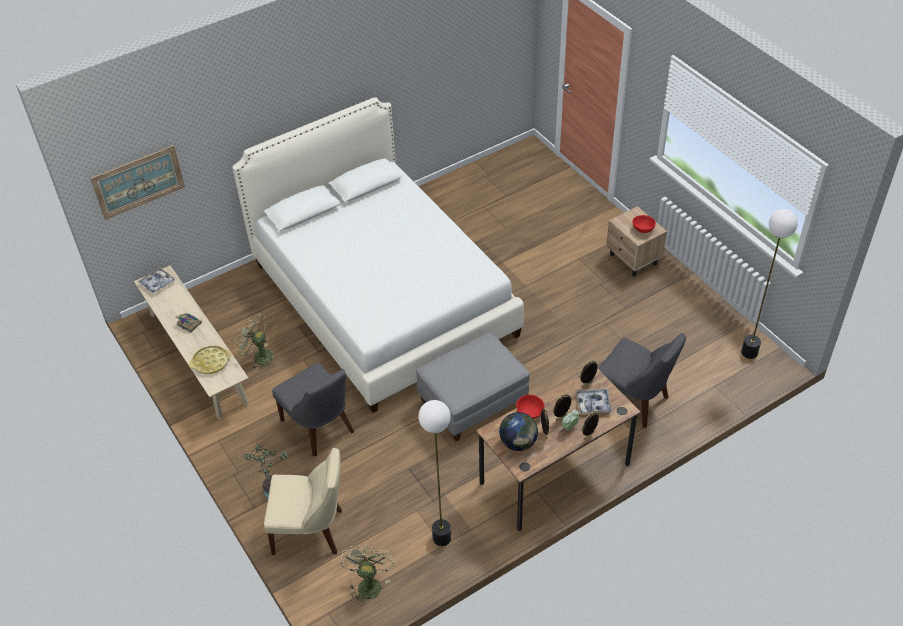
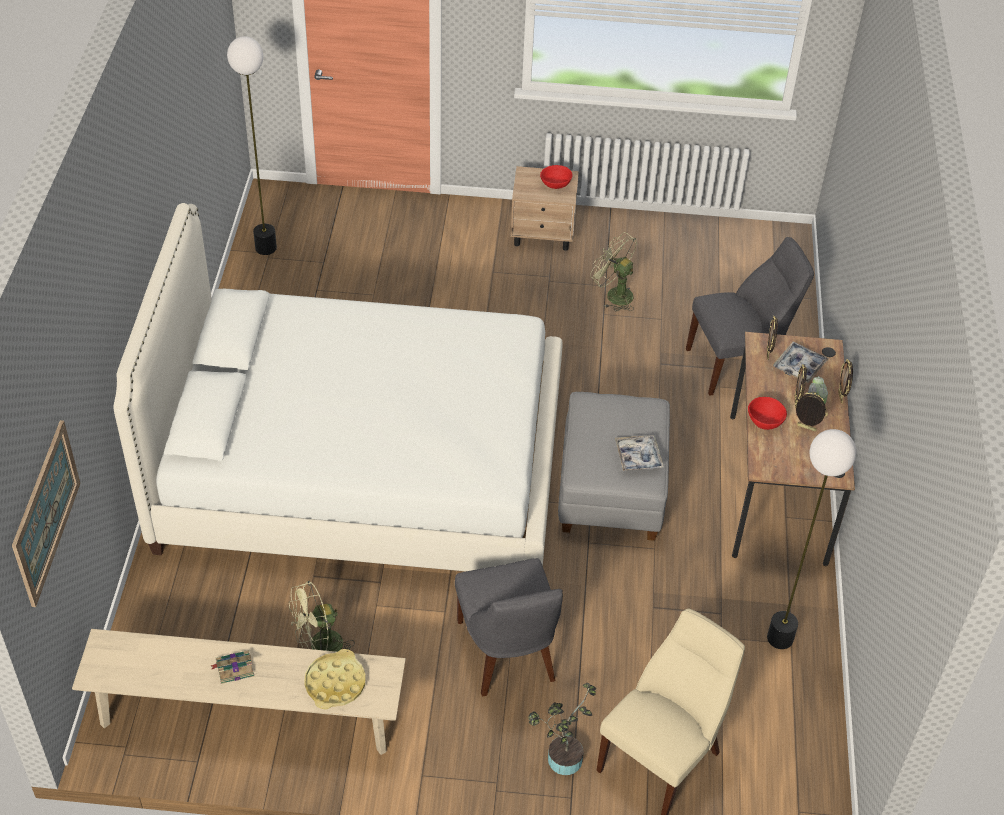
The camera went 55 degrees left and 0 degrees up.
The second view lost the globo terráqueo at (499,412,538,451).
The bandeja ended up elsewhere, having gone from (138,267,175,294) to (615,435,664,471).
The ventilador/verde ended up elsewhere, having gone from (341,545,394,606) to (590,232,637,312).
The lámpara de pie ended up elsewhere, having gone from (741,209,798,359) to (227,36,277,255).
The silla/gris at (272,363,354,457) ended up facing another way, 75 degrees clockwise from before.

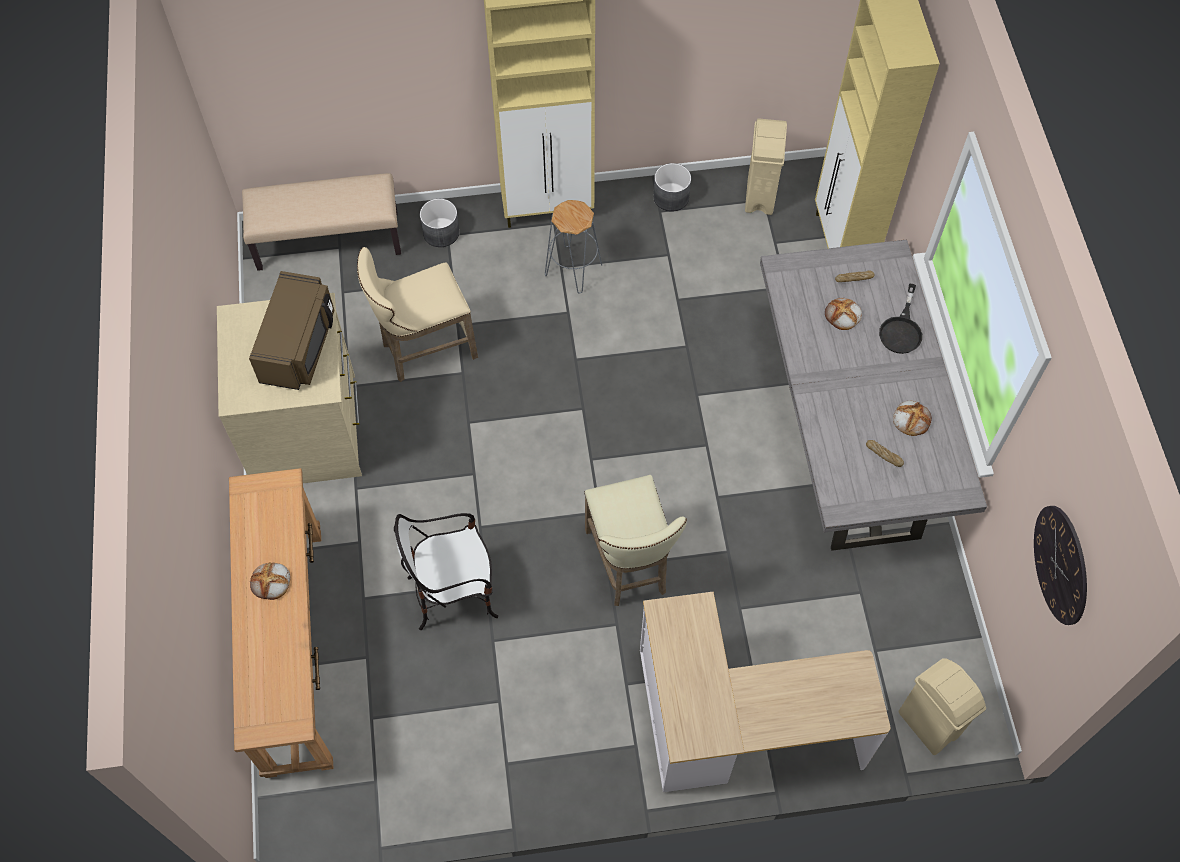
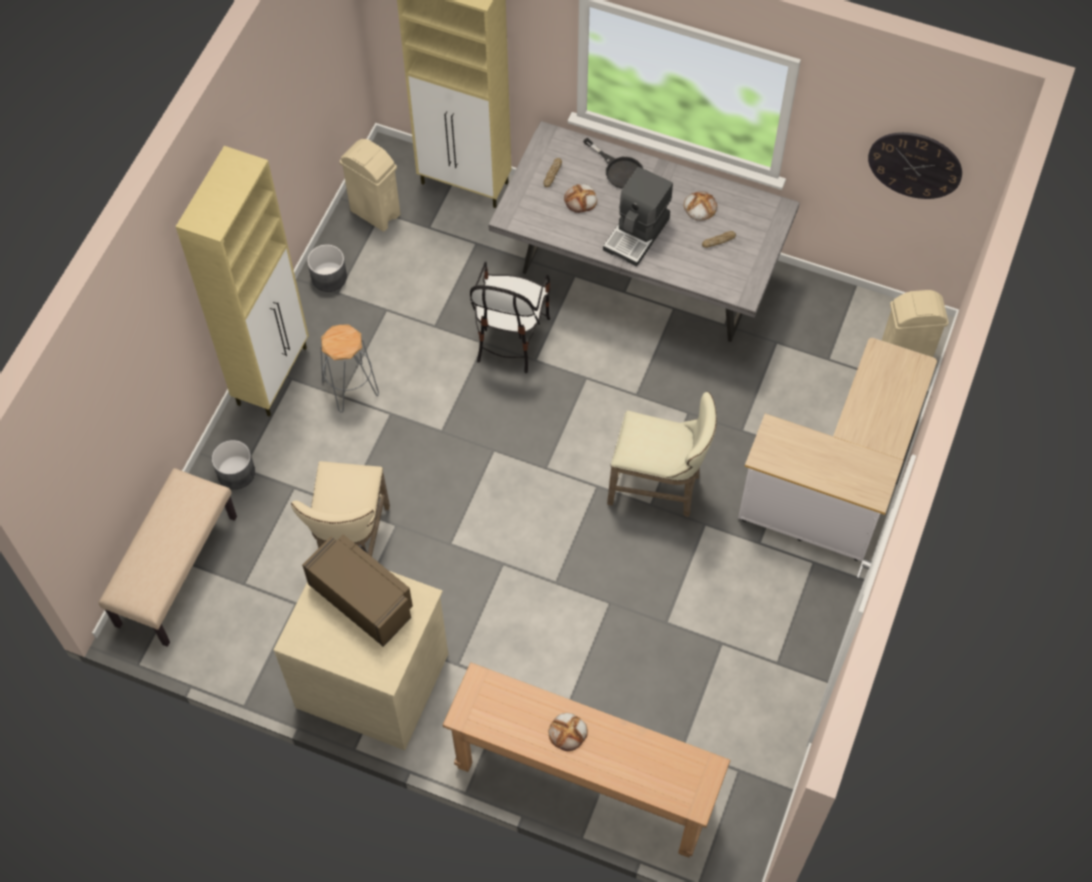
The camera went 60 degrees left and 0 degrees up.
The second view gained the cafetera at (603,167,673,267).
The silla ended up elsewhere, having gone from (394,513,498,630) to (470,262,550,373).

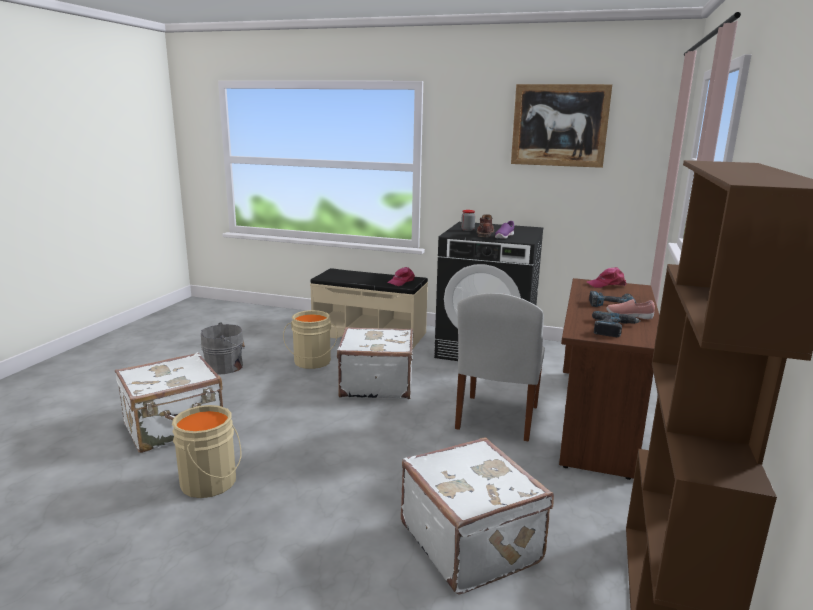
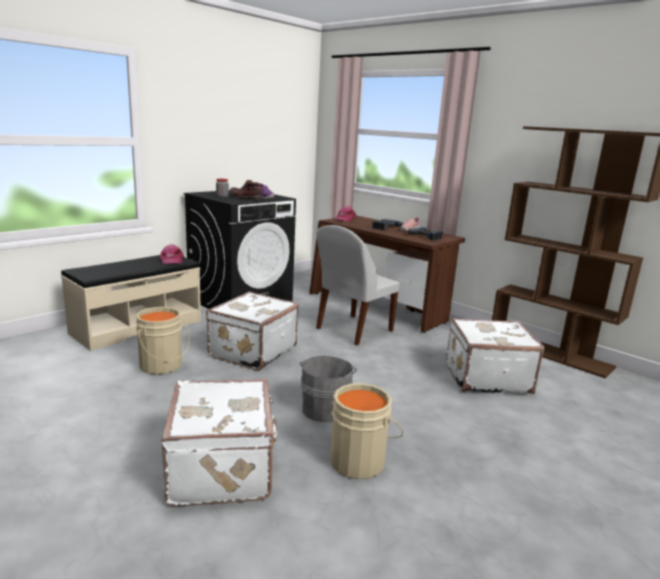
The camera went 65 degrees left and 0 degrees up.
The second view lost the cuadro at (511,84,612,168).
The cubo/gris ended up elsewhere, having gone from (201,322,245,375) to (300,356,356,422).
The silla/blanco at (455,293,545,442) ended up facing another way, 90 degrees clockwise from before.

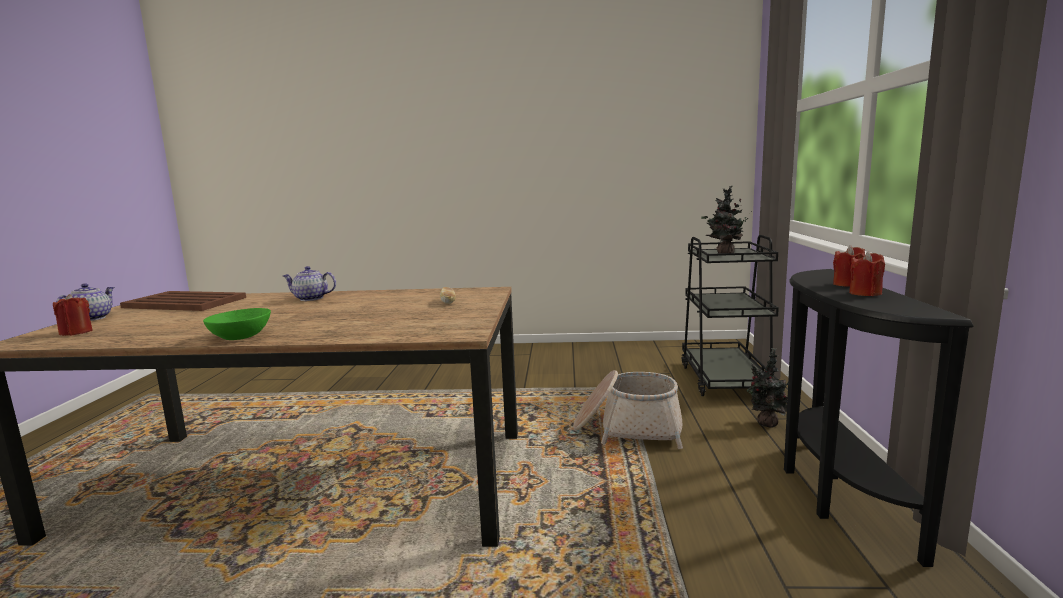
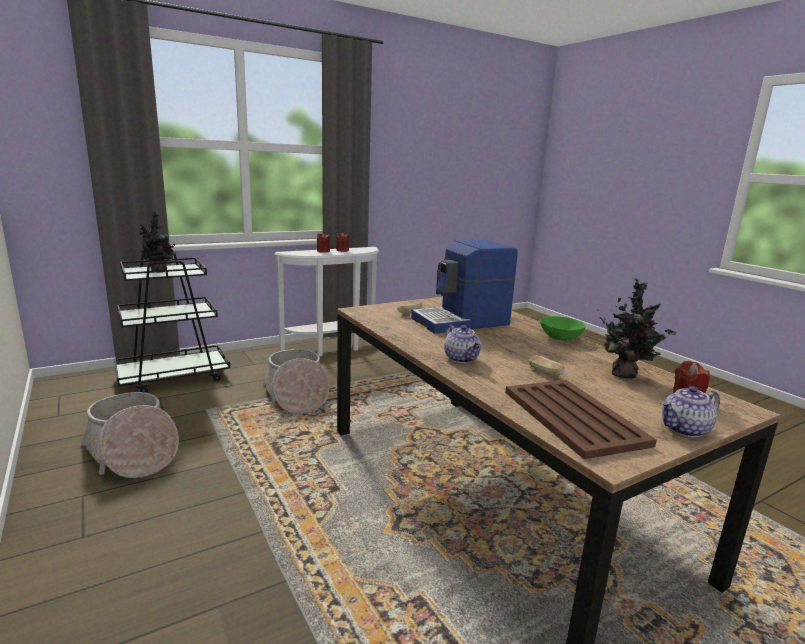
The camera went 125 degrees left and 5 degrees up.
The second view gained the cesta at (81,392,179,478).
The second view gained the cafetera at (411,240,518,334).
The second view gained the pan at (528,355,565,376).
The planta en maceta ended up elsewhere, having gone from (747,348,788,428) to (598,278,677,379).
What was the mesa consola/negro at (784,269,974,567) turned into the mesa consola/blanco at (274,247,379,356).

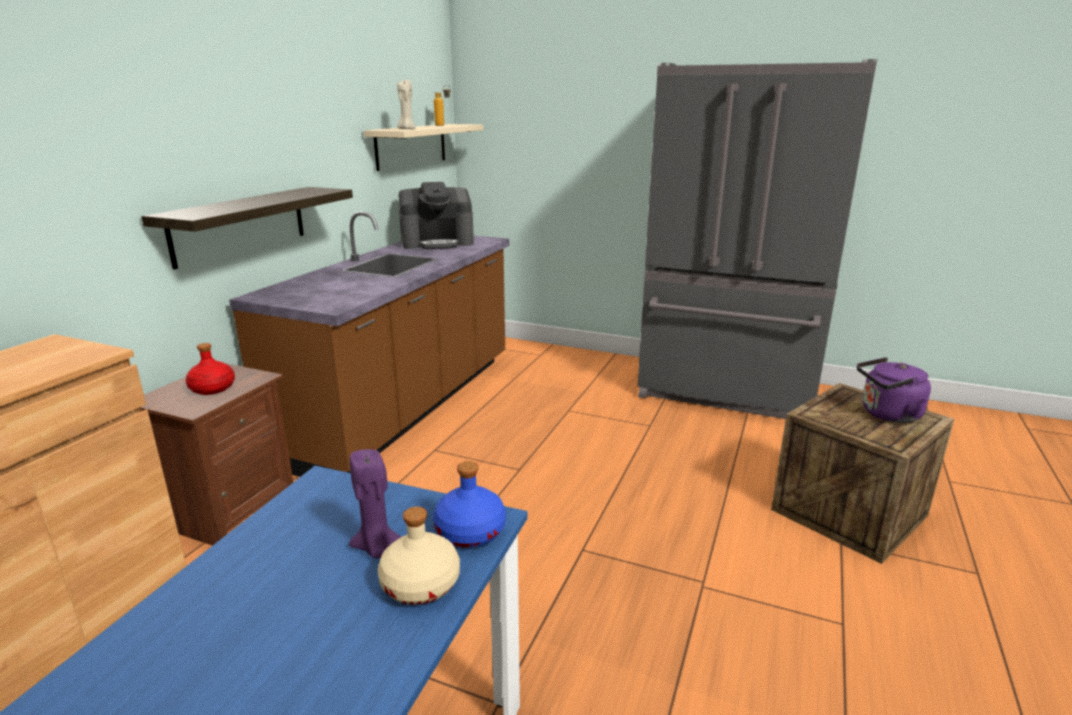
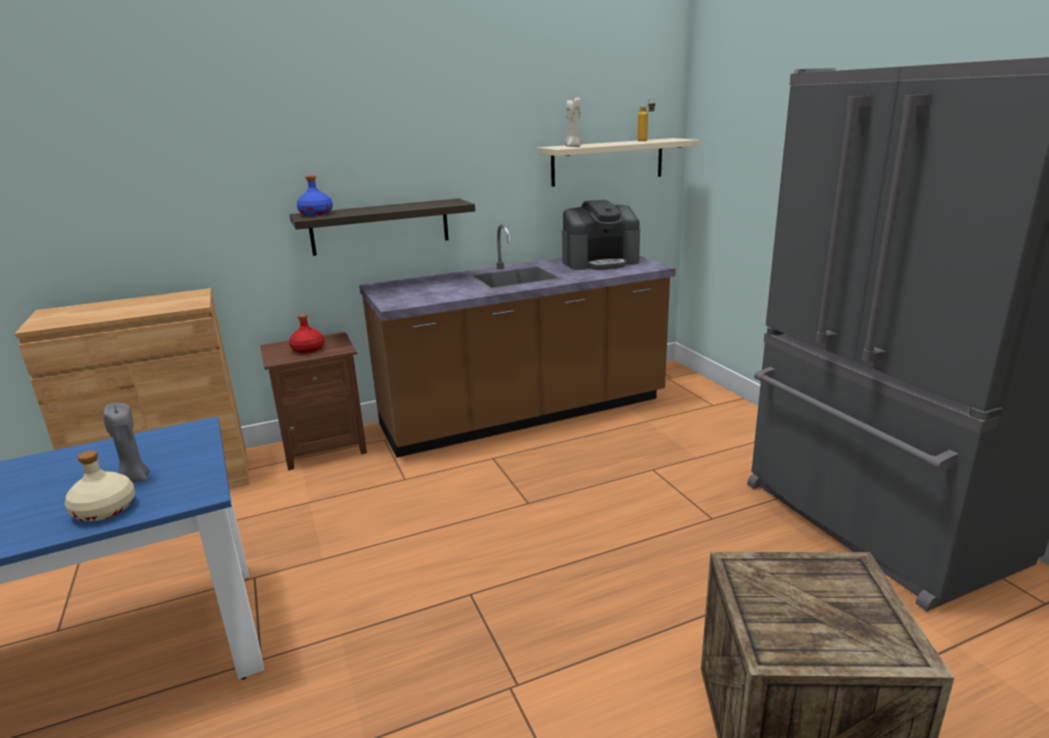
The camera went 45 degrees right and 0 degrees up.
The second view lost the hervidor/morado at (857,357,931,423).
The botella/azul ended up elsewhere, having gone from (433,461,506,547) to (297,175,333,216).
What was the vela/morado at (349,449,401,558) turned into the vela/gris at (103,403,150,482).
The cafetera at (399,182,474,249) ended up facing another way, 45 degrees counterclockwise from before.

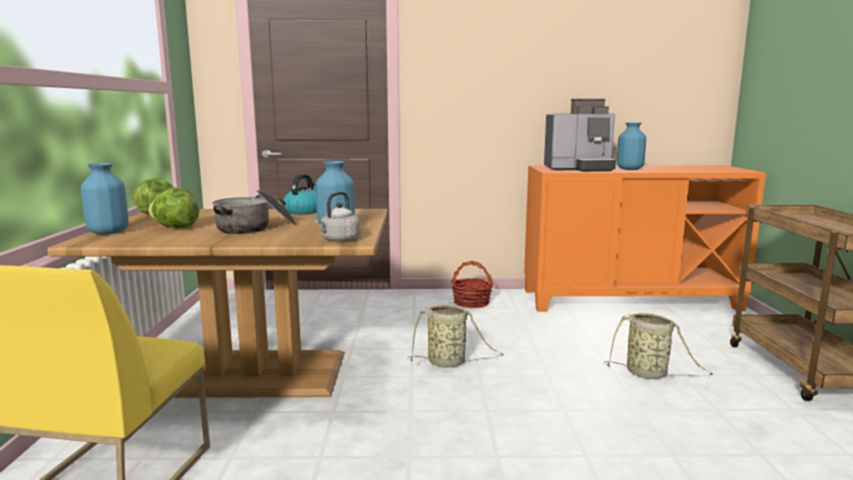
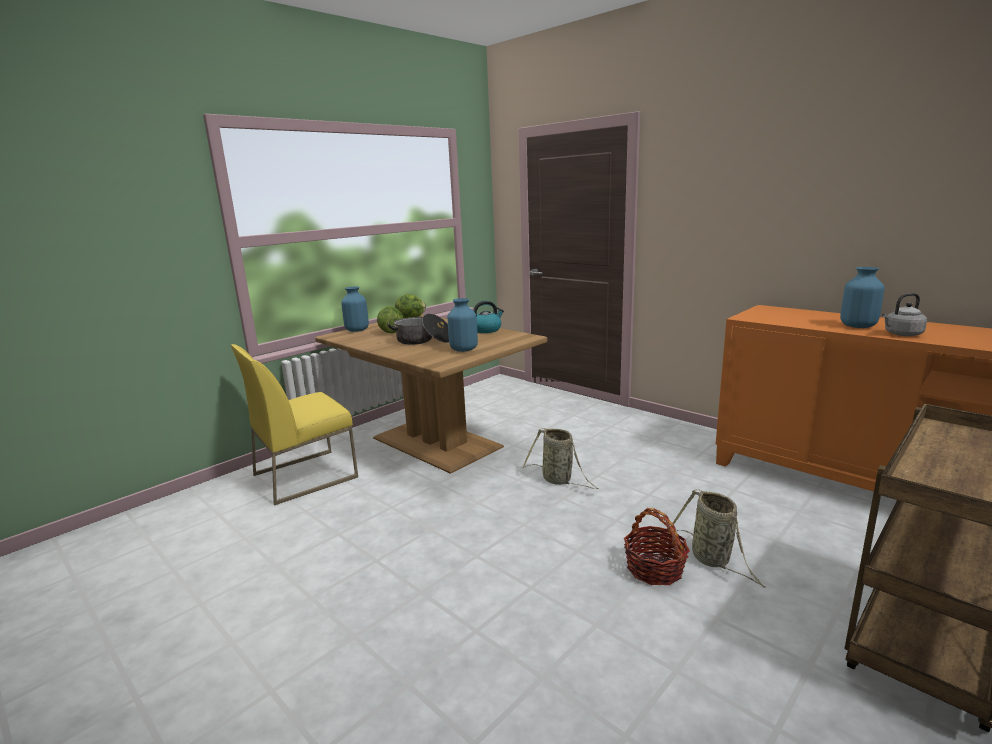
The camera went 45 degrees right and 5 degrees up.
The second view lost the cafetera at (544,99,616,172).
The hervidor/gris ended up elsewhere, having gone from (315,192,360,242) to (882,293,927,336).
The cesta ended up elsewhere, having gone from (451,261,493,308) to (624,508,690,585).

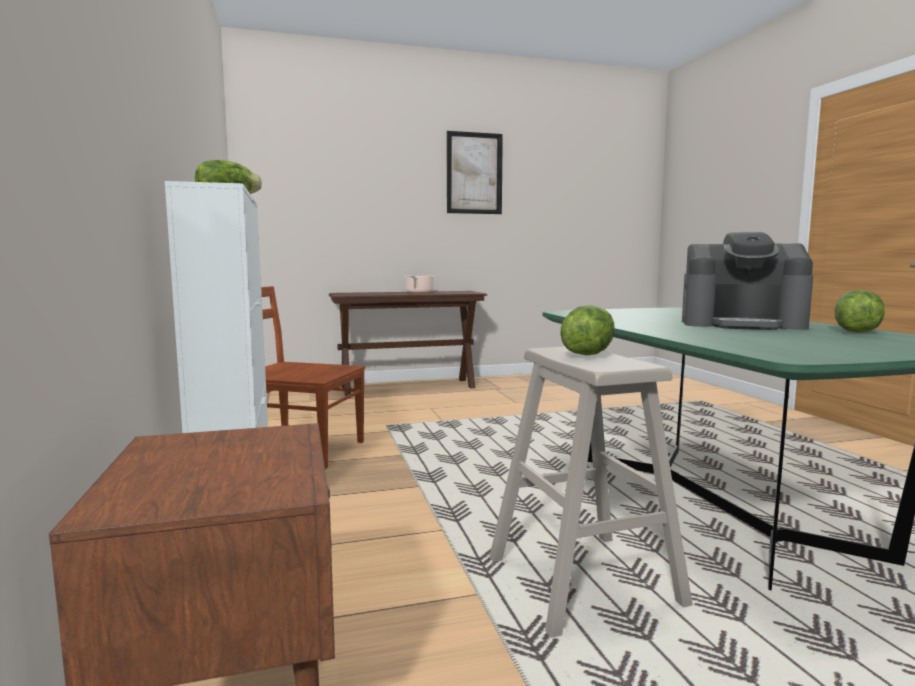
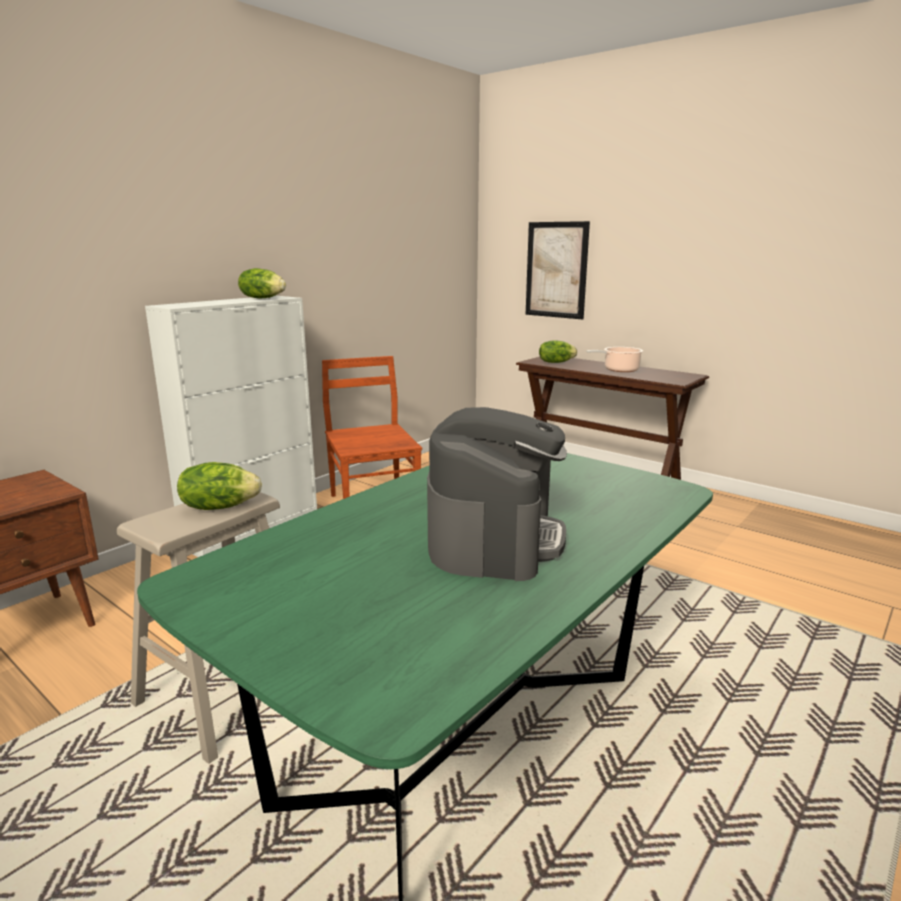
The camera went 55 degrees right and 10 degrees up.
The cuadro ended up elsewhere, having gone from (447,131,503,214) to (526,221,590,319).
The lechuga ended up elsewhere, having gone from (835,290,885,333) to (539,340,577,363).
The cafetera at (682,232,813,330) ended up facing another way, 150 degrees counterclockwise from before.

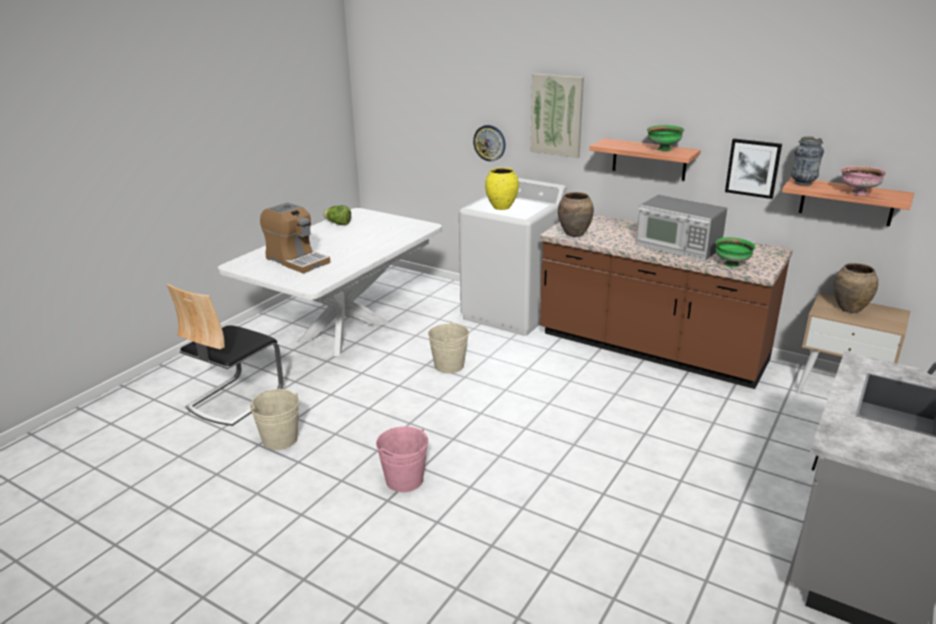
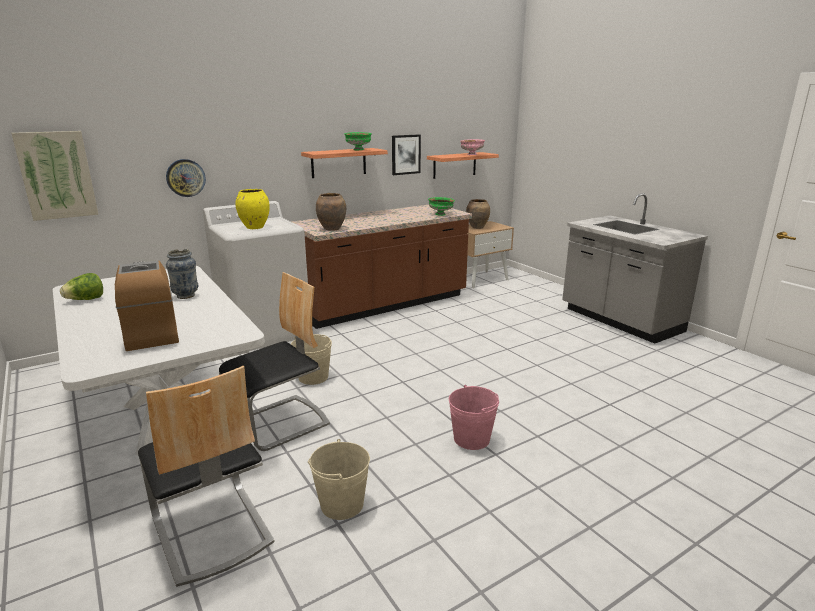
The camera went 65 degrees left and 5 degrees down.
The second view lost the microondas at (636,195,727,261).
The second view gained the silla at (219,272,330,451).
The cuadro ended up elsewhere, having gone from (530,73,584,158) to (11,131,99,221).
The florero ended up elsewhere, having gone from (791,136,824,186) to (166,249,198,299).
The cafetera at (260,202,330,274) ended up facing another way, 90 degrees counterclockwise from before.

